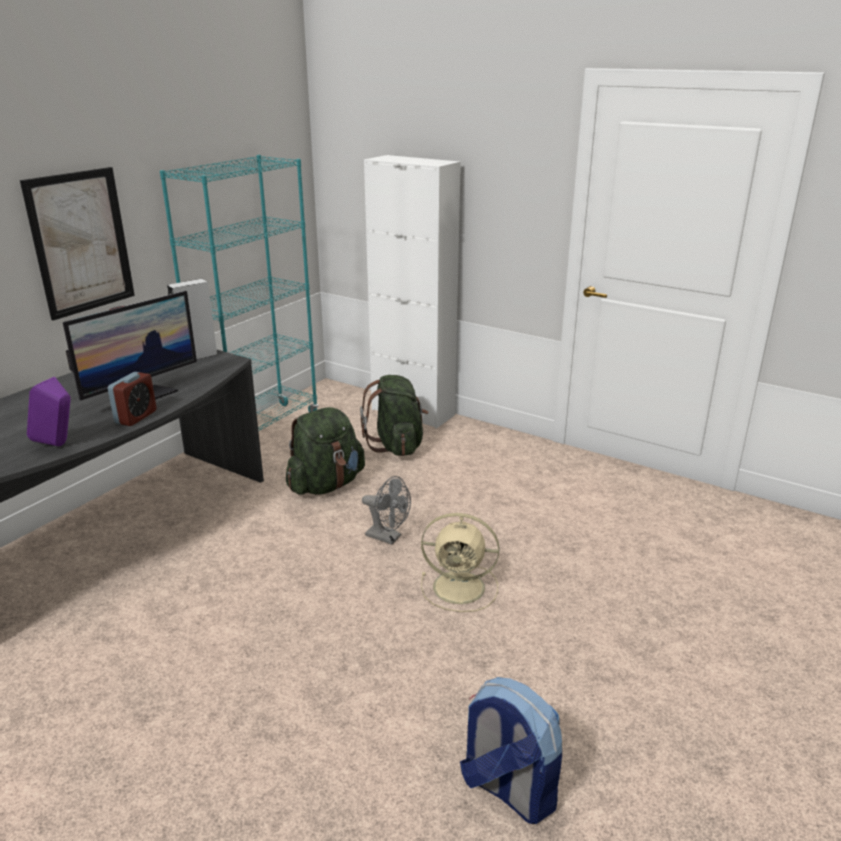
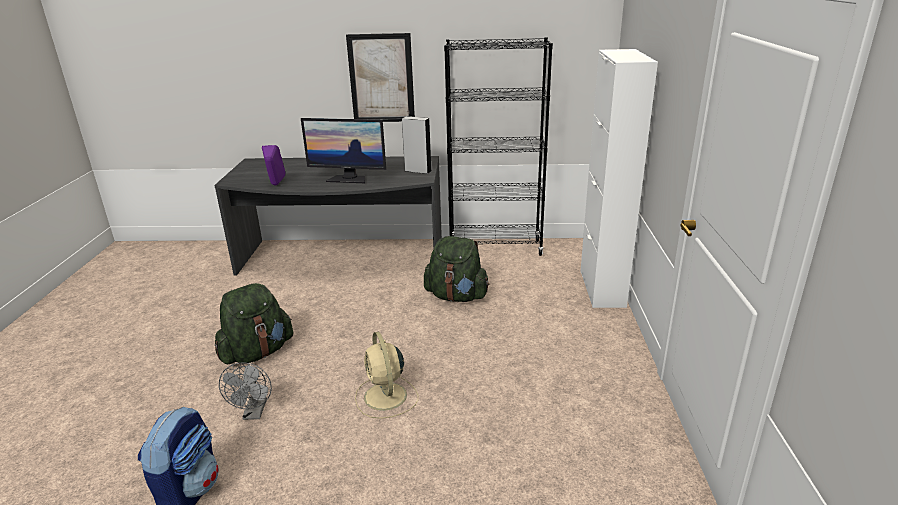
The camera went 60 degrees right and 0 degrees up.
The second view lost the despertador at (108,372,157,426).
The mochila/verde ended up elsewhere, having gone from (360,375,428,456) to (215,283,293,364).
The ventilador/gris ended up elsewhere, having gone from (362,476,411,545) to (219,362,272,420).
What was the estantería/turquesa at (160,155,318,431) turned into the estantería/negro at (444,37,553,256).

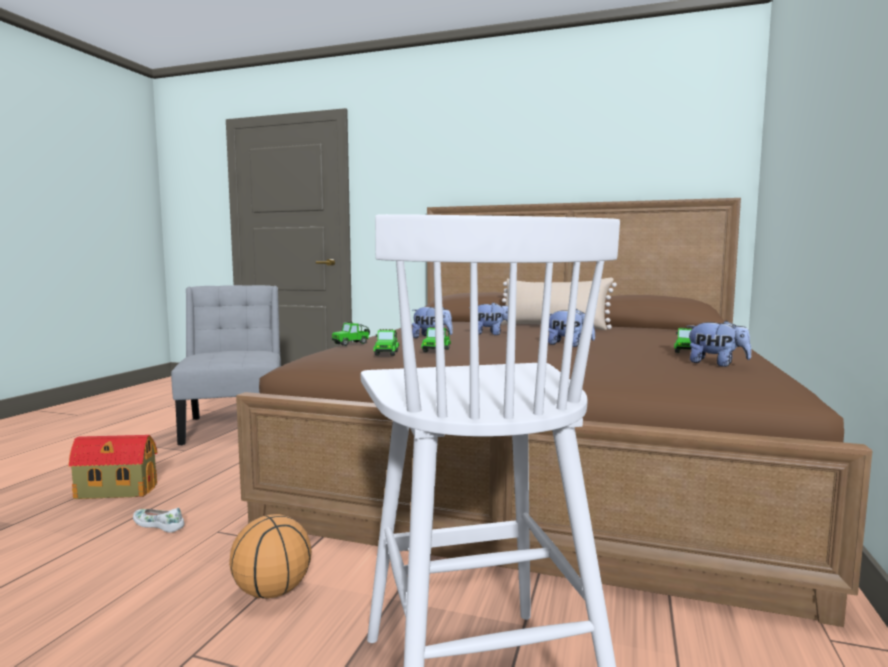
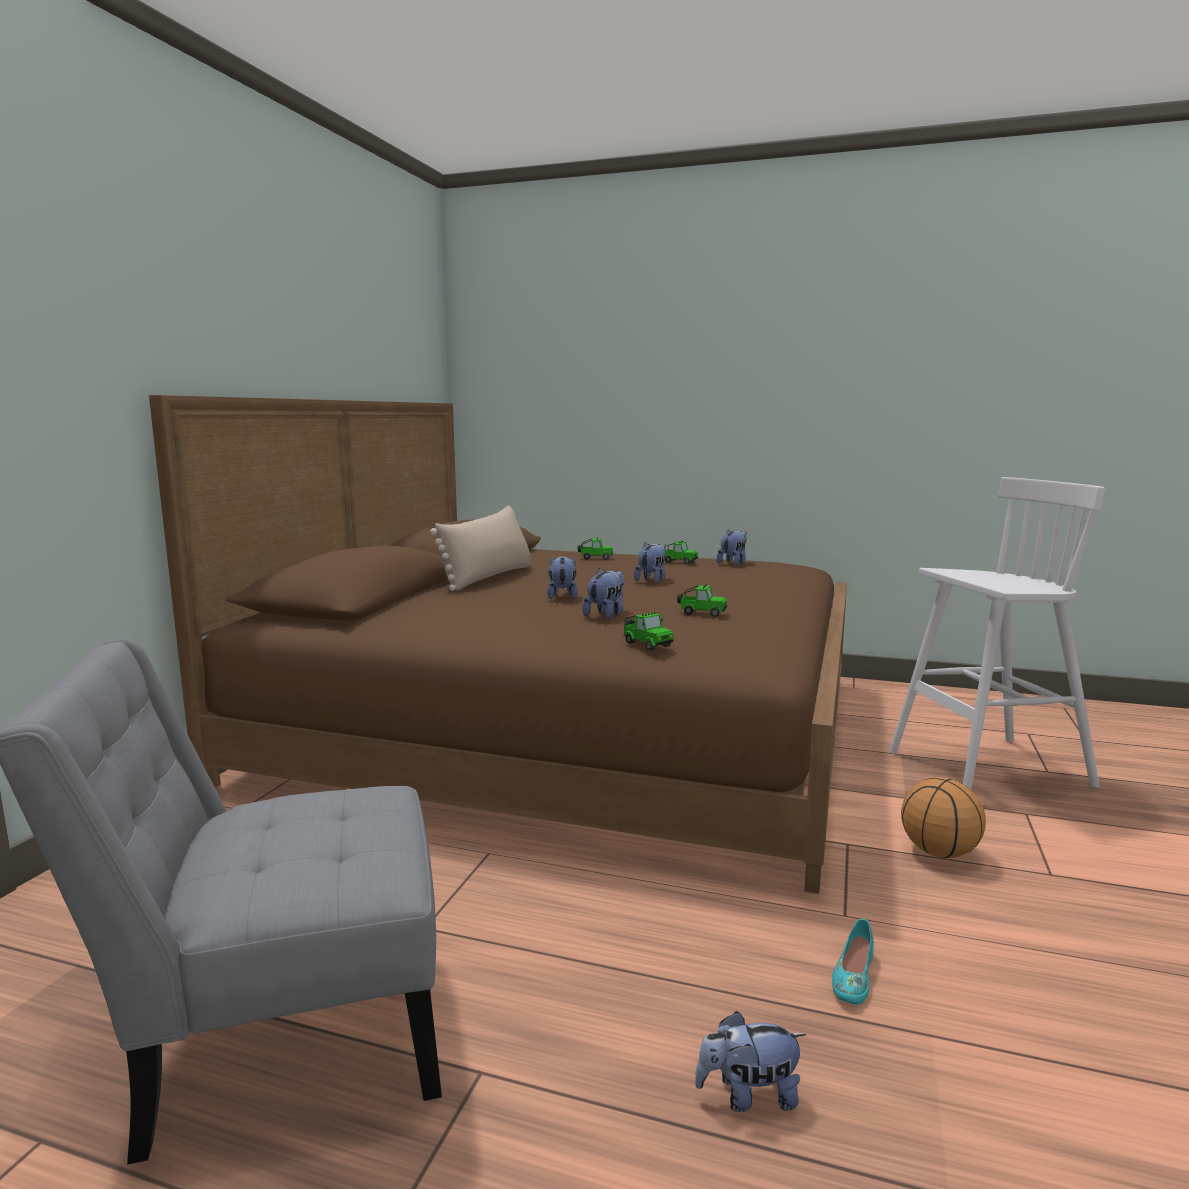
The camera went 90 degrees left and 5 degrees up.
The coche de juguete ended up elsewhere, having gone from (373,329,399,356) to (577,537,613,560).
Where the casita stood at (68,435,158,499), the peluche came to stand at (695,1011,806,1112).
What was the zapato/blanco at (133,507,184,533) turned into the zapato/turquesa at (832,919,874,1005).

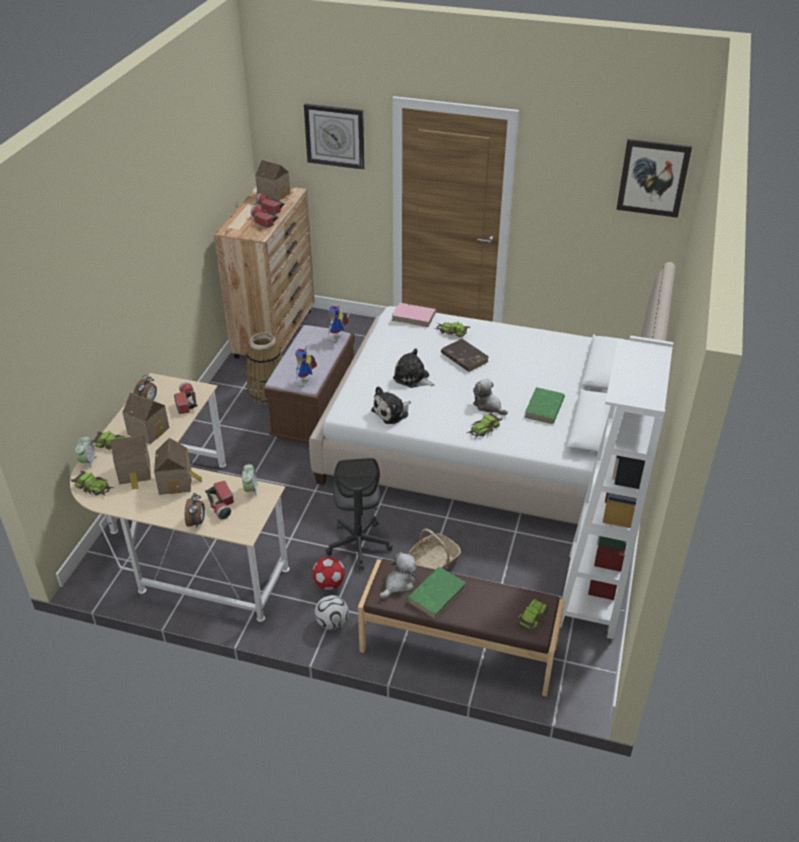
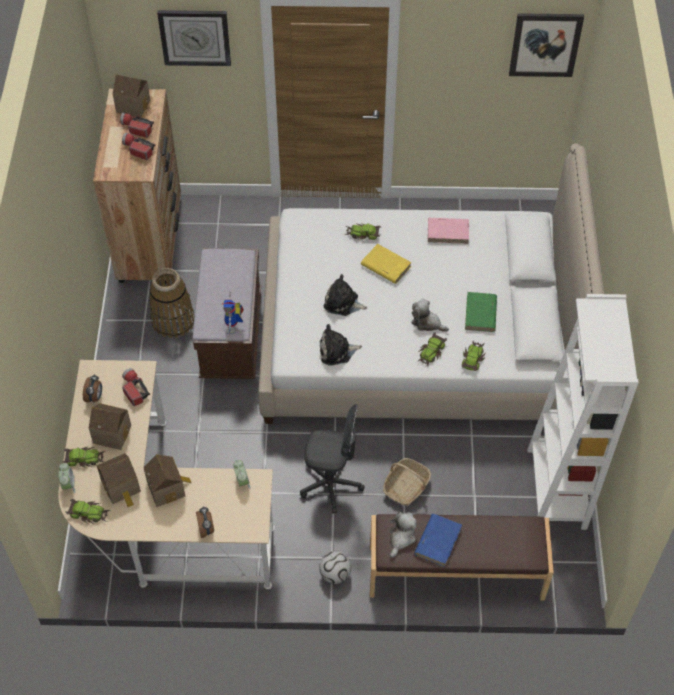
The camera went 15 degrees left and 15 degrees up.
The second view lost the linterna at (205,481,234,520).
The second view lost the balón de fútbol at (312,557,345,590).
The second view lost the robot de juguete at (328,302,349,342).
The libro/rosa ended up elsewhere, having gone from (392,303,436,327) to (428,218,469,244).
The coche de juguete ended up elsewhere, having gone from (516,595,551,630) to (462,341,486,371).
What was the libro/verde at (406,567,466,619) turned into the libro/azul at (414,514,462,567).
What was the libro/marrón at (441,339,489,372) turned into the libro/amarillo at (361,244,412,284).
The silla de oficina/gris at (326,458,393,570) ended up facing another way, 60 degrees counterclockwise from before.
The peluche at (371,386,411,424) ended up facing another way, 45 degrees clockwise from before.

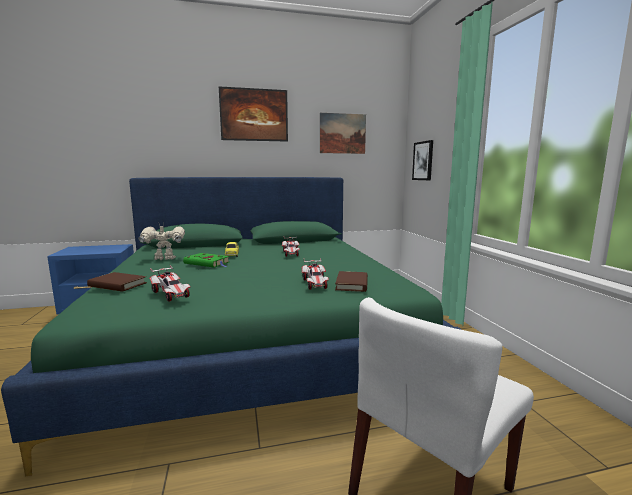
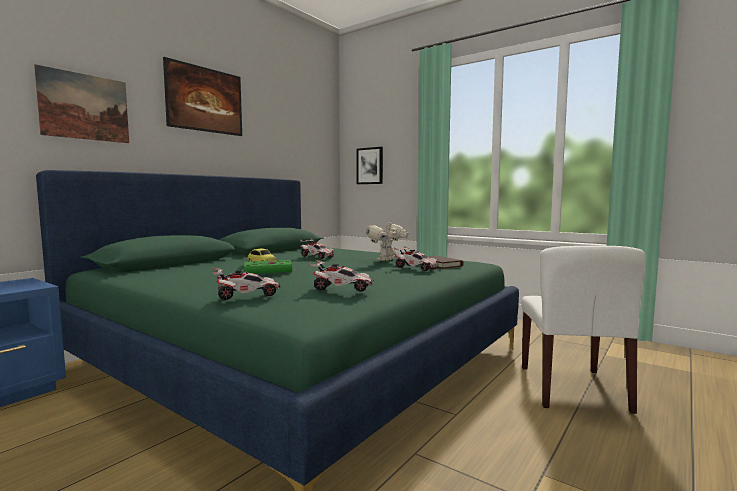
The camera went 40 degrees left and 5 degrees down.
The robot de juguete ended up elsewhere, having gone from (138,224,185,260) to (366,219,409,261).
The cuadro ended up elsewhere, having gone from (320,113,366,154) to (34,64,129,143).
Where the libro/marrón stood at (87,272,147,292), the coche de juguete came to stand at (212,268,281,300).

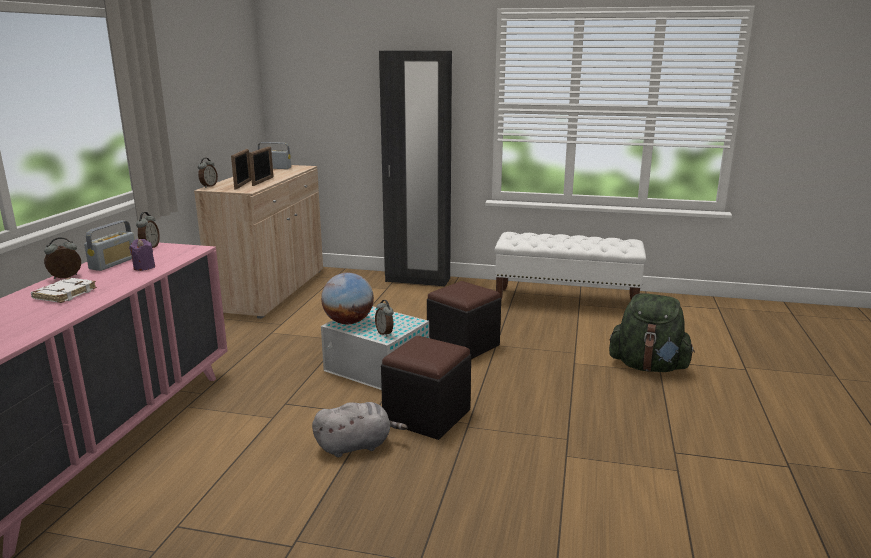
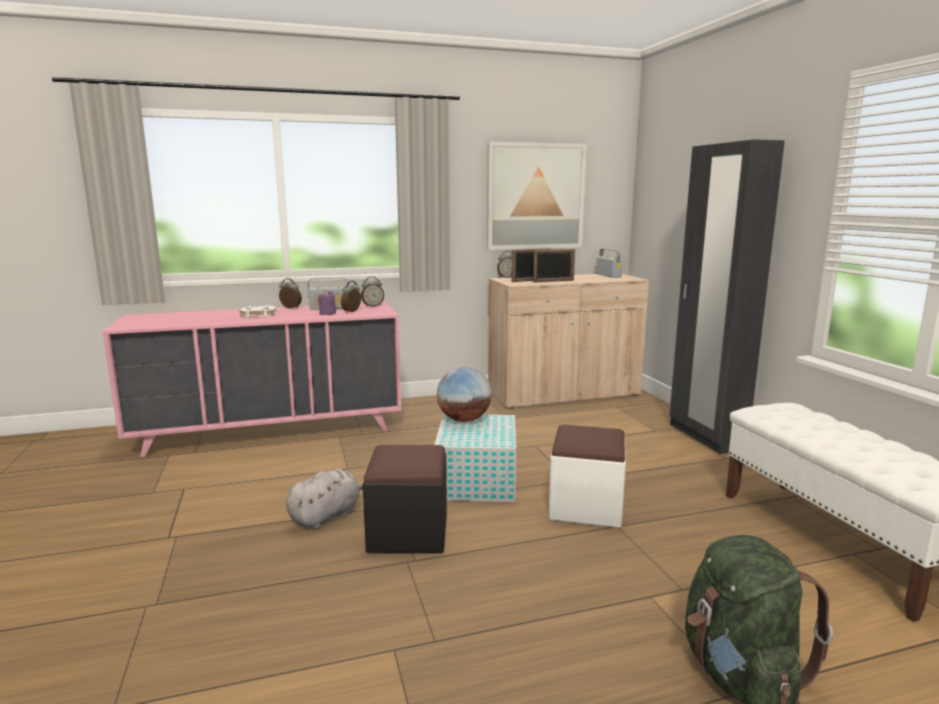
The camera went 60 degrees right and 5 degrees down.
The second view gained the cuadro at (487,142,587,250).
The despertador ended up elsewhere, having gone from (375,300,394,337) to (341,281,361,313).
What was the puf/negro at (427,281,501,359) turned into the puf/blanco at (549,424,626,528).
The peluche/gris at (312,402,408,458) ended up facing another way, 90 degrees counterclockwise from before.

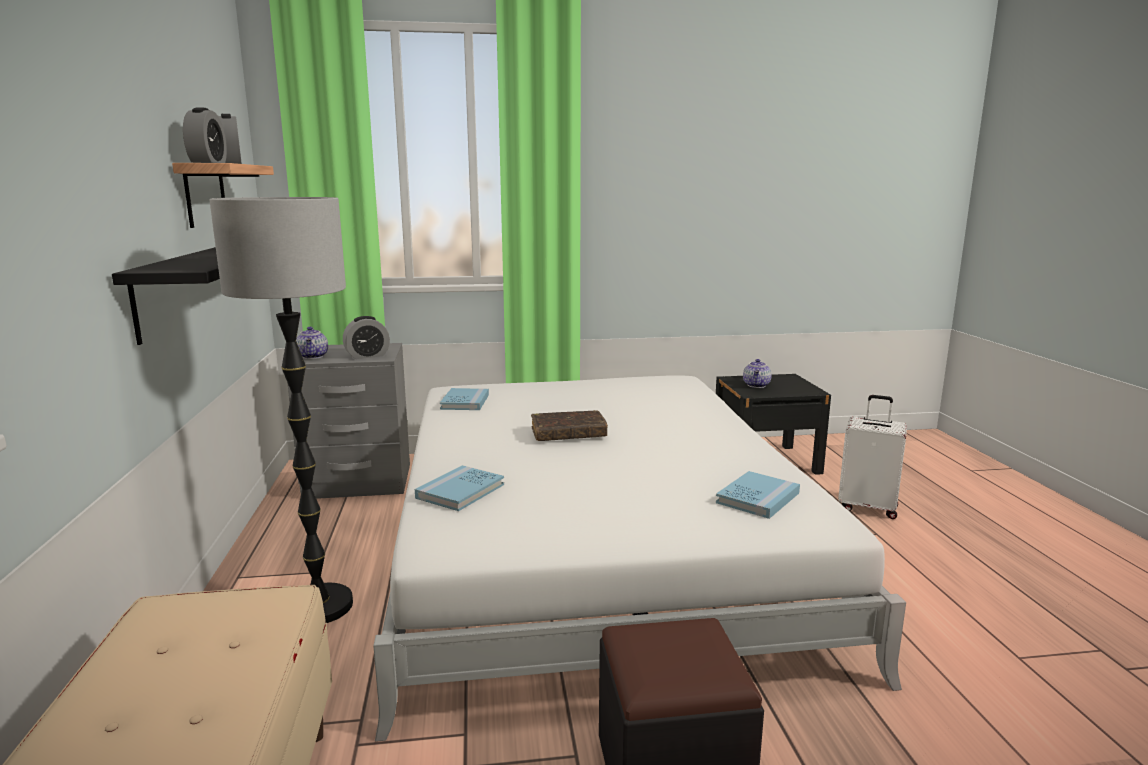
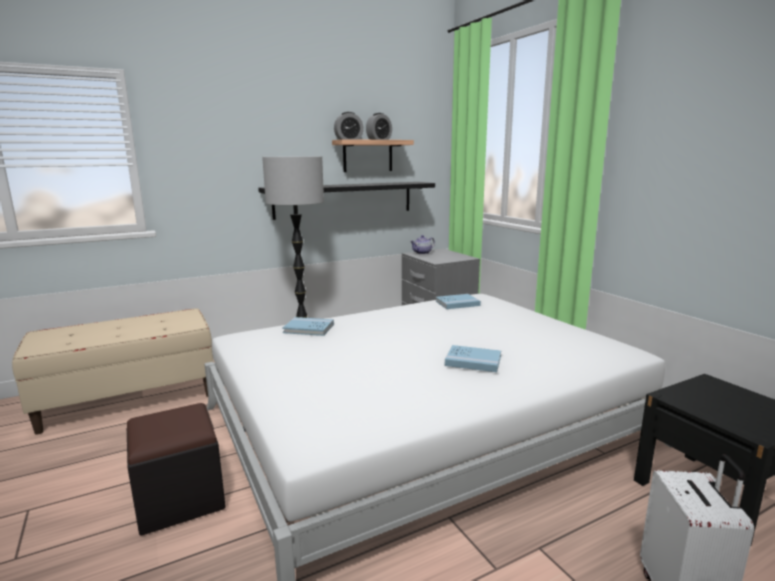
The camera went 70 degrees right and 0 degrees up.
The second view lost the despertador at (343,316,390,359).
The second view lost the libro/marrón at (531,410,608,441).
The second view lost the tetera at (743,359,772,388).
The libro/azul ended up elsewhere, having gone from (716,471,800,519) to (445,345,501,372).

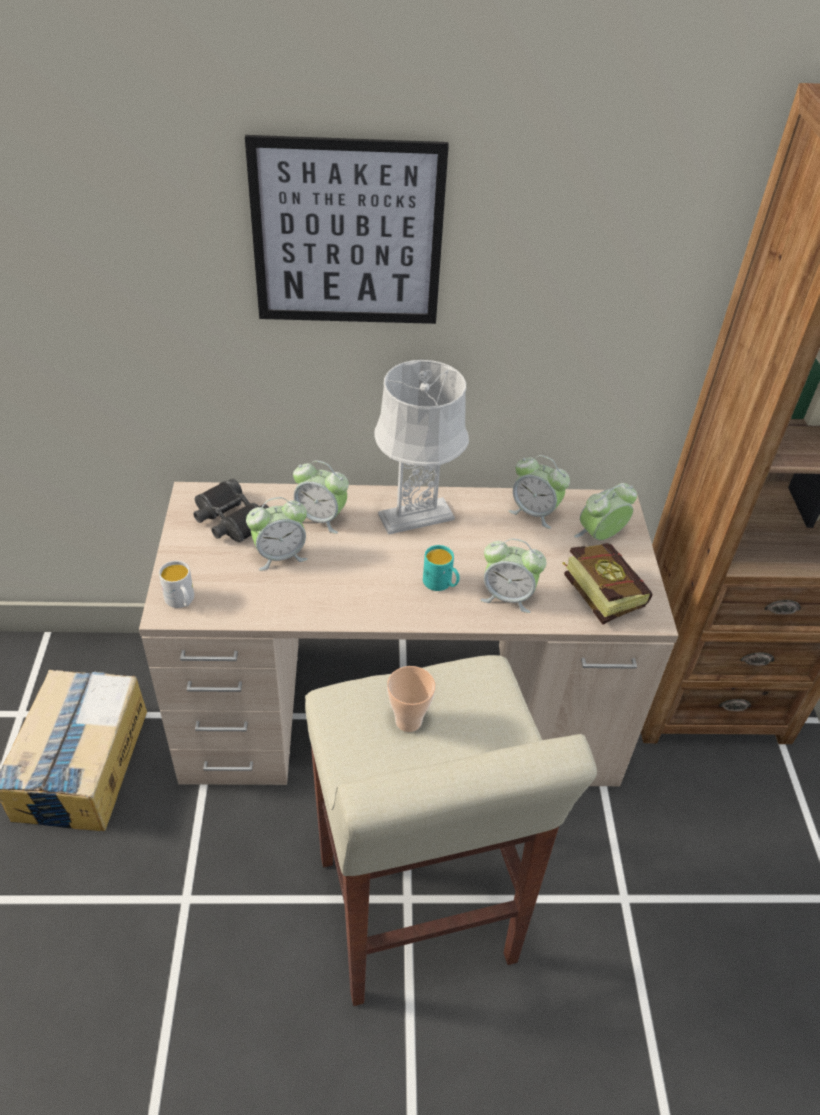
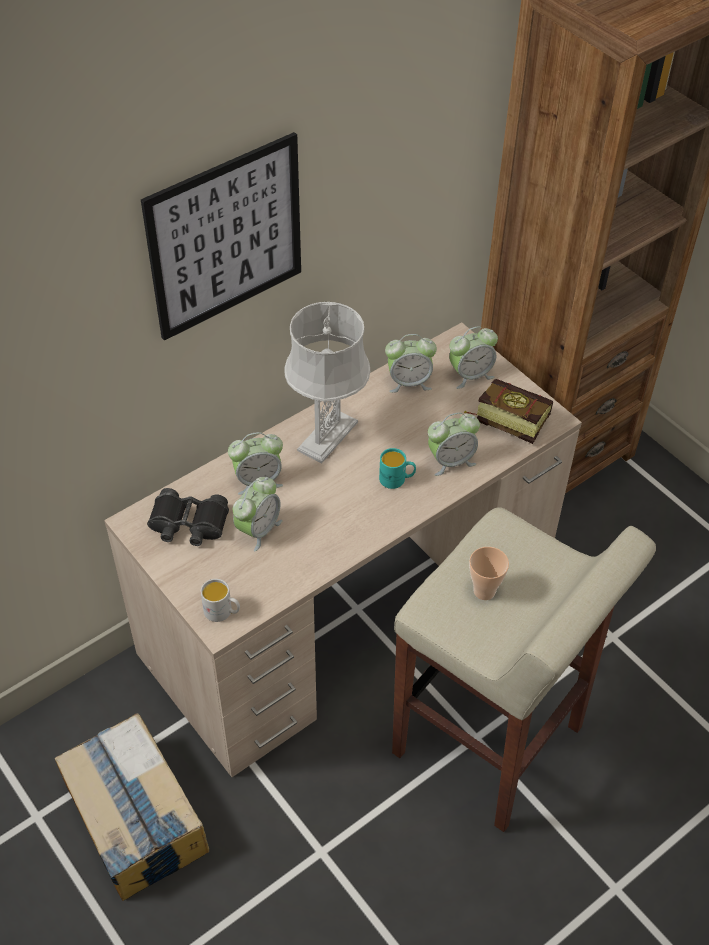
The camera went 35 degrees left and 5 degrees up.
The despertador at (574,483,637,540) ended up facing another way, 135 degrees counterclockwise from before.

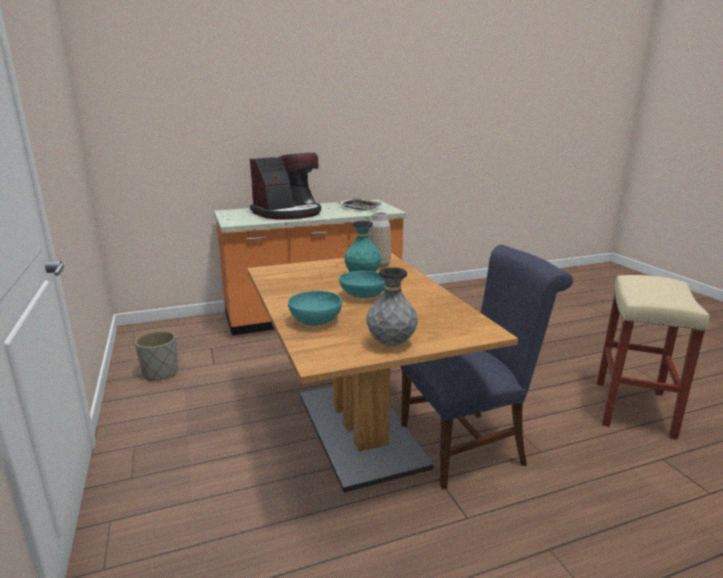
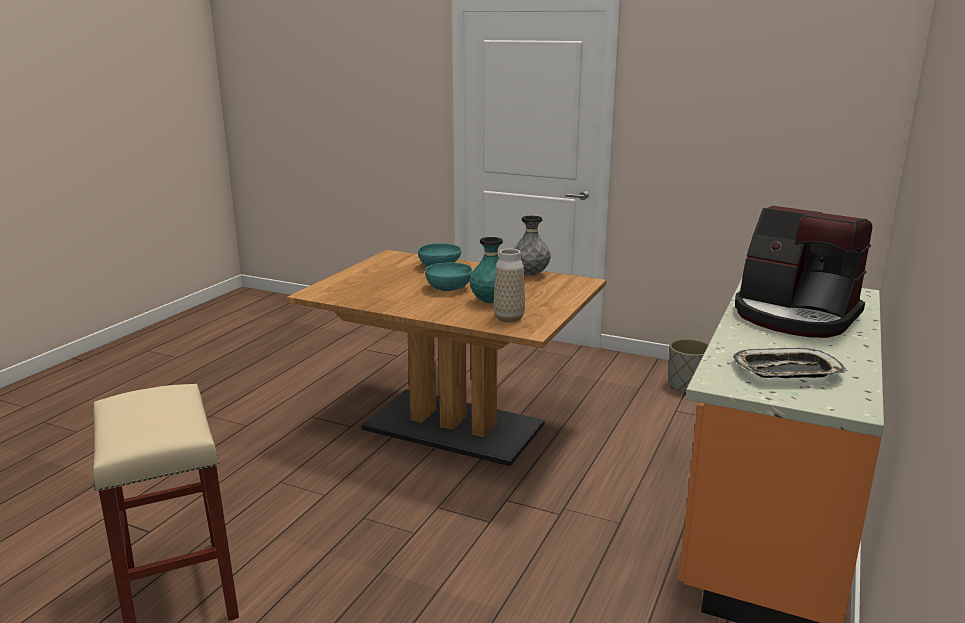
The camera went 135 degrees right and 0 degrees up.
The second view lost the silla/azul at (401,245,573,489).
The florero/gris ended up elsewhere, having gone from (366,267,418,346) to (513,216,551,276).
The cafetera at (250,153,321,220) ended up facing another way, 60 degrees counterclockwise from before.

